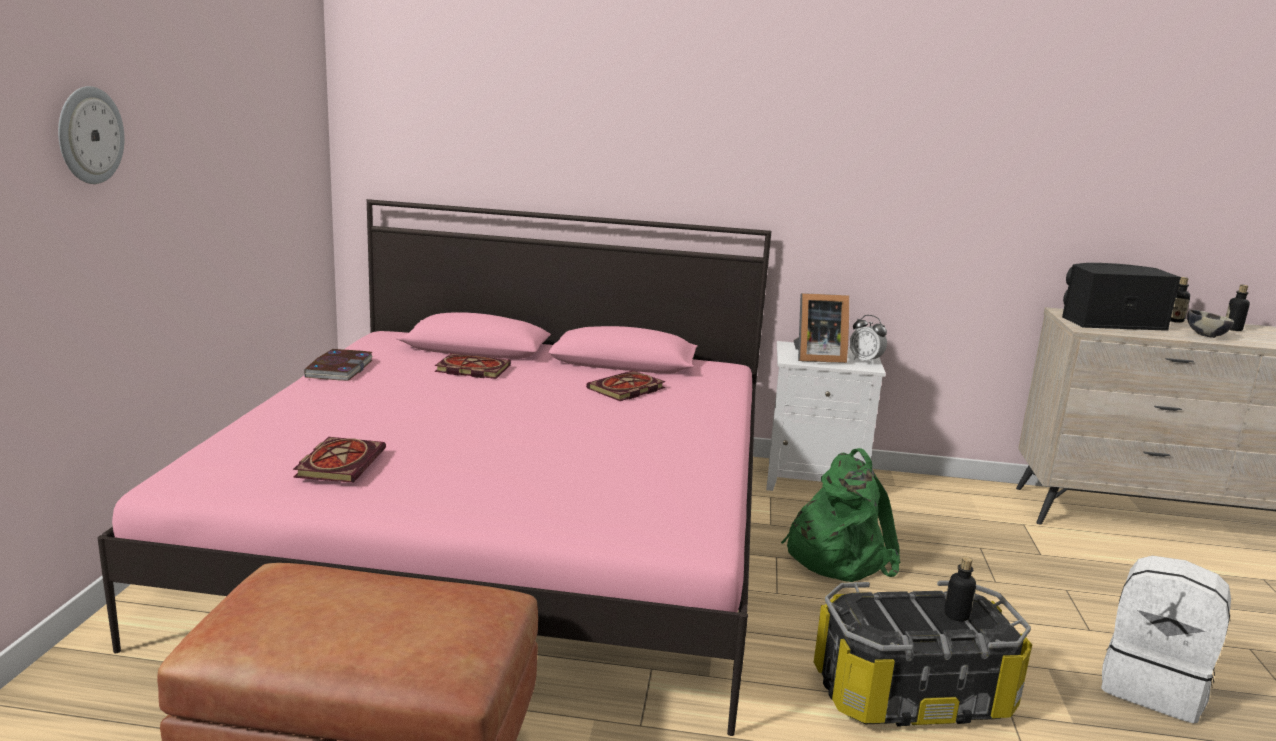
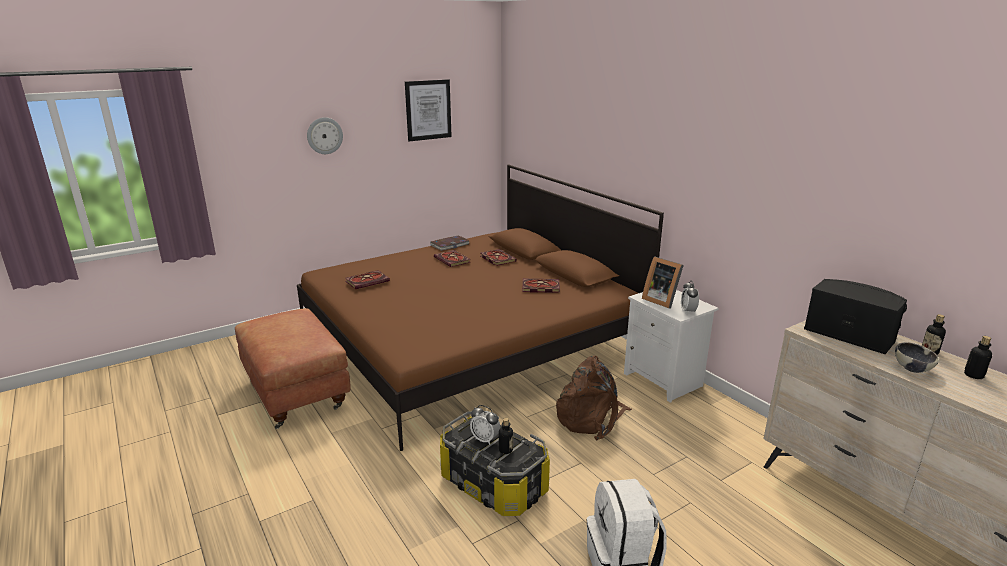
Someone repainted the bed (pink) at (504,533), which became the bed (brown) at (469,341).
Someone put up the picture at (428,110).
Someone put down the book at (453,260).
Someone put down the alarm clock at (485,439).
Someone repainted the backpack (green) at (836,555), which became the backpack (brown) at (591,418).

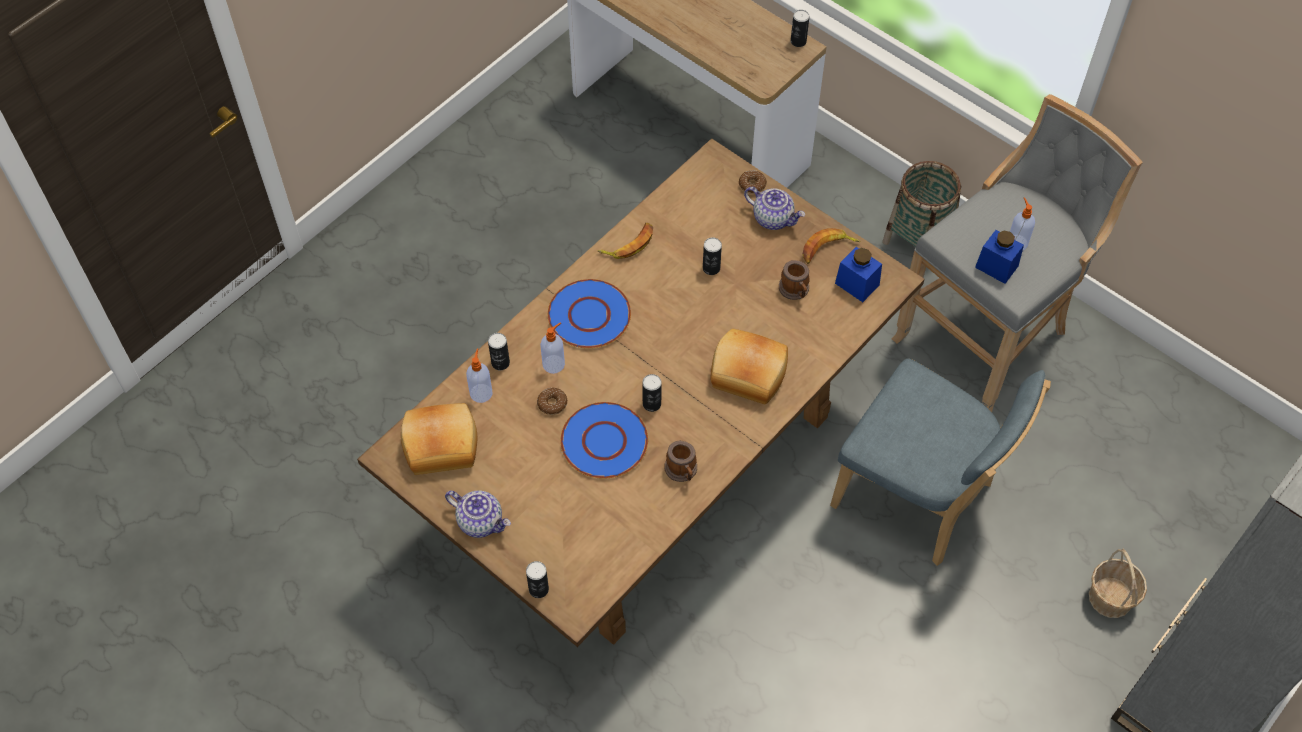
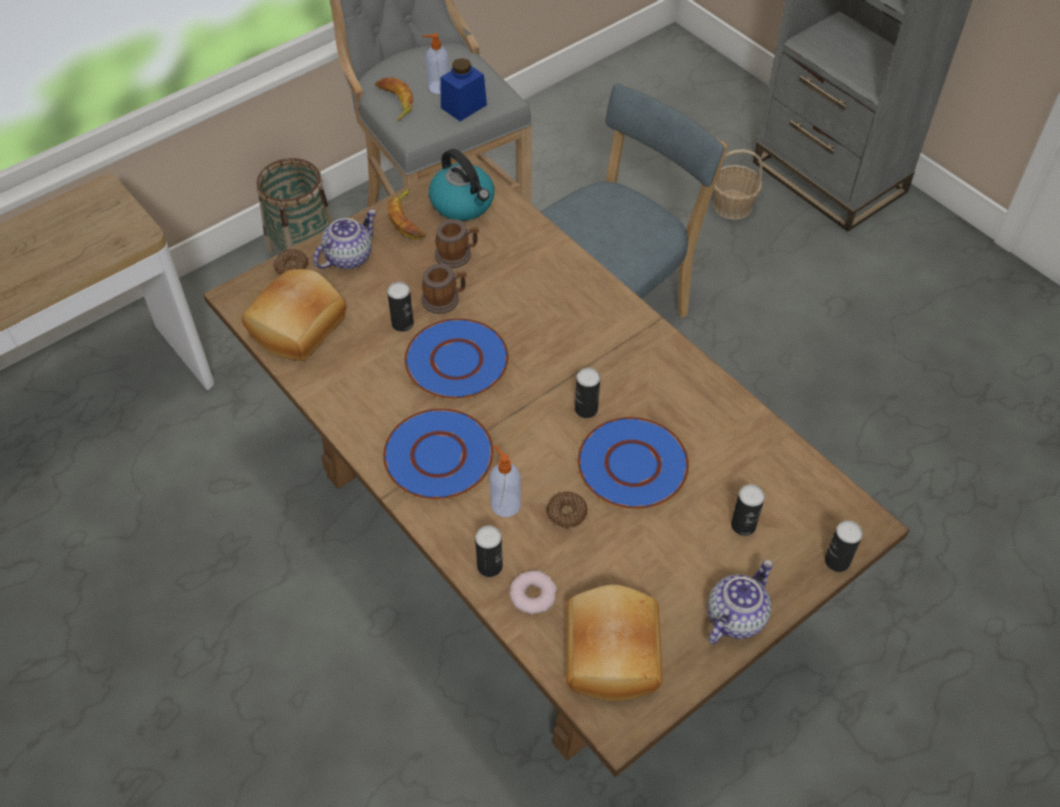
Someone carried the bread from (747,375) to (299,328).
Someone carried the banana from (629,244) to (394,102).
Someone put down the plate (blue) at (457,360).
Someone carried the mug from (682,471) to (444,299).
Someone swapped the jar (blue) at (857,284) for the kettle at (463,203).
Someone swapped the soap dispenser at (481,392) for the donut at (533,594).
Someone carried the can from (798,41) to (743,525).

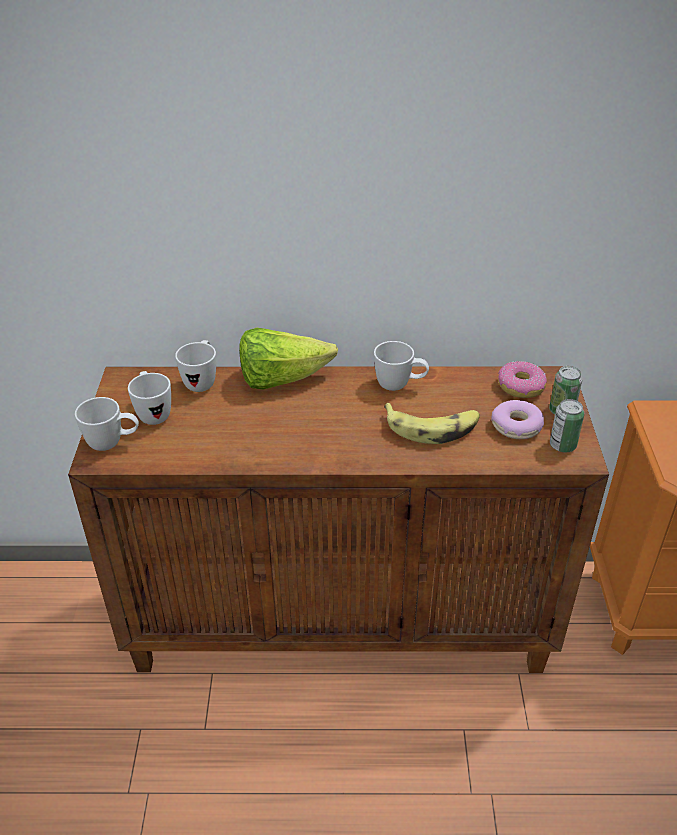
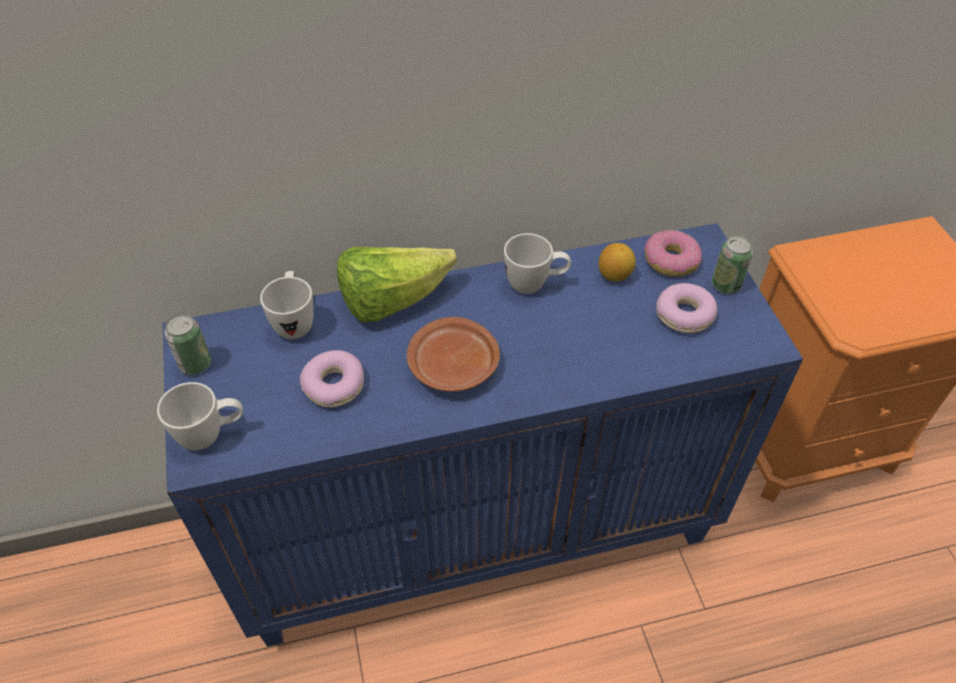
Someone repainted the cabinet (brown) at (342,619), which became the cabinet (blue) at (479,528).
Someone carried the can from (562,445) to (195,364).
Someone put down the donut at (334,385).
Someone put down the plate (brown) at (453,366).
Someone put down the lemon at (614,275).
Someone took away the mug (white) at (153,413).
Someone took away the banana at (432,427).

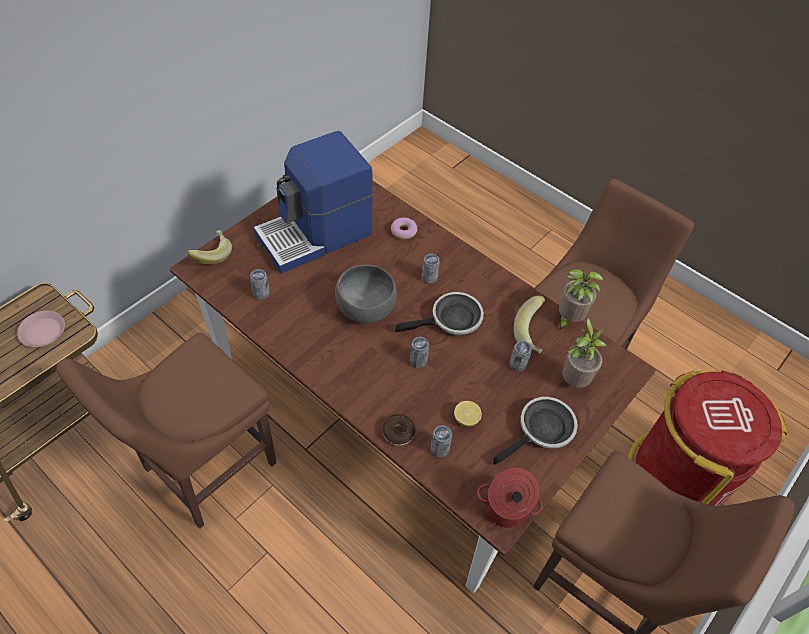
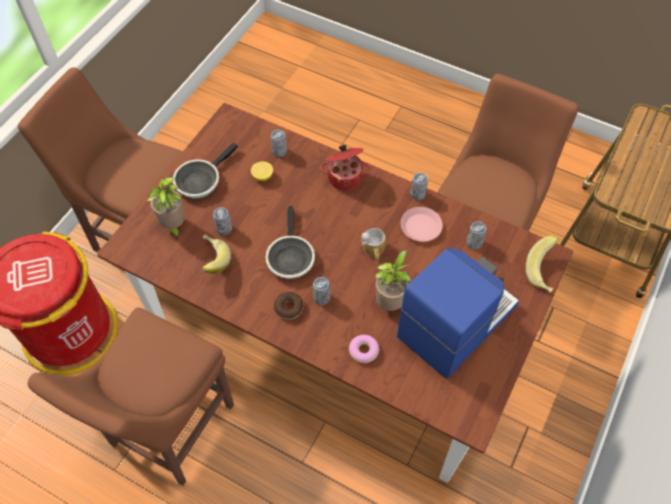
Someone rotated the frying pan at (452,320) by 60 degrees counterclockwise.
Someone carried the donut from (398,432) to (289,308).
Someone carried the cooking pot from (506,508) to (345,177).
Someone swapped the bowl (grey) at (365,308) for the mug at (373,251).
Someone carried the potted plant from (568,319) to (390,302).
Someone carried the plate (pink) from (42,331) to (421,227).
Someone carried the can from (418,361) to (417,194).

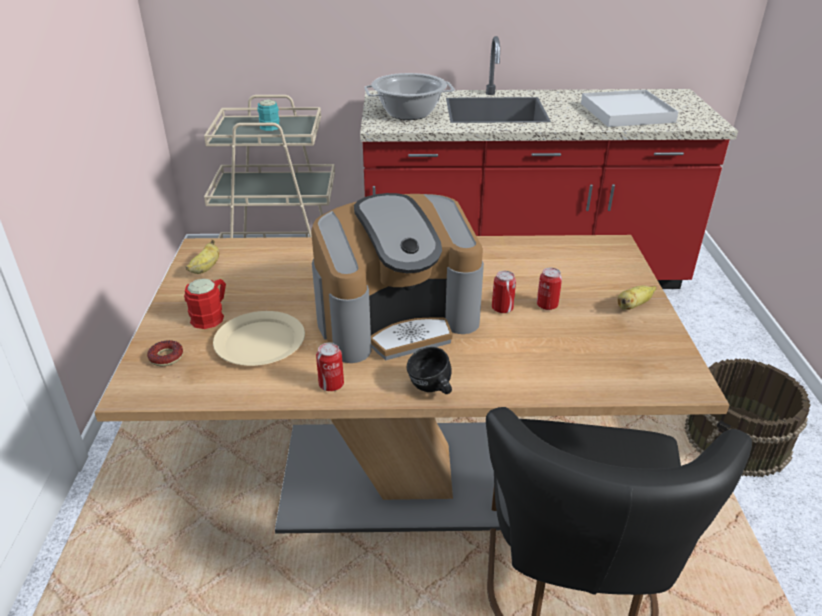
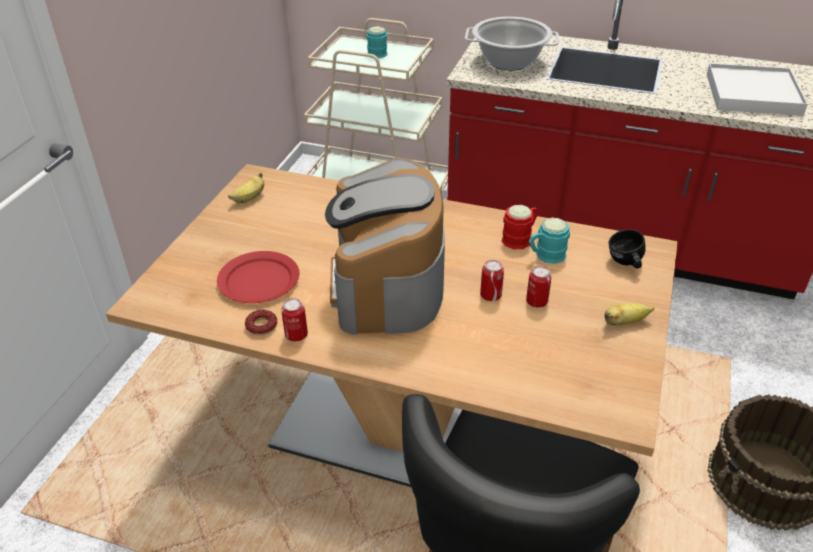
Someone repainted the plate (beige) at (260,341), which became the plate (red) at (259,280).
Someone carried the donut from (166,357) to (261,326).
Someone rotated the coffee machine at (397,318) by 90 degrees clockwise.
Someone carried the mug (red) from (212,316) to (520,238).
Someone put down the mug (turquoise) at (545,255).
Someone carried the mug (black) from (431,390) to (625,264).

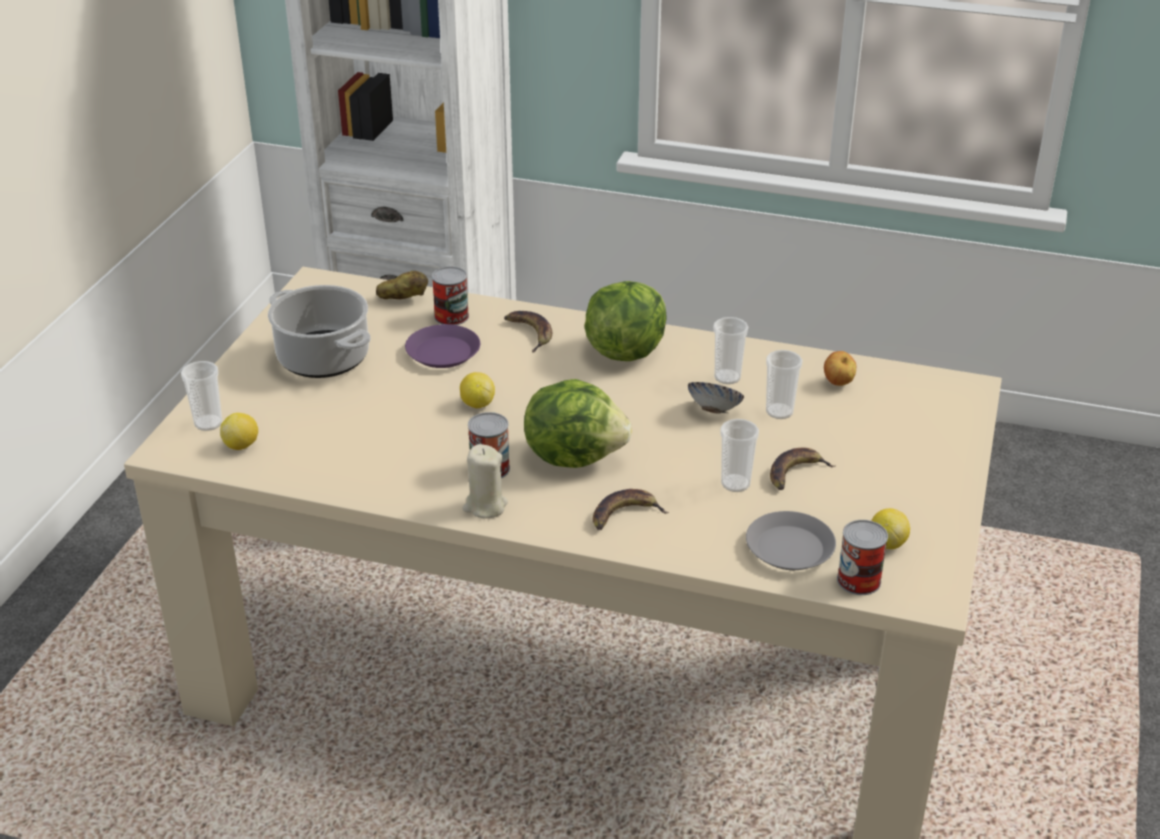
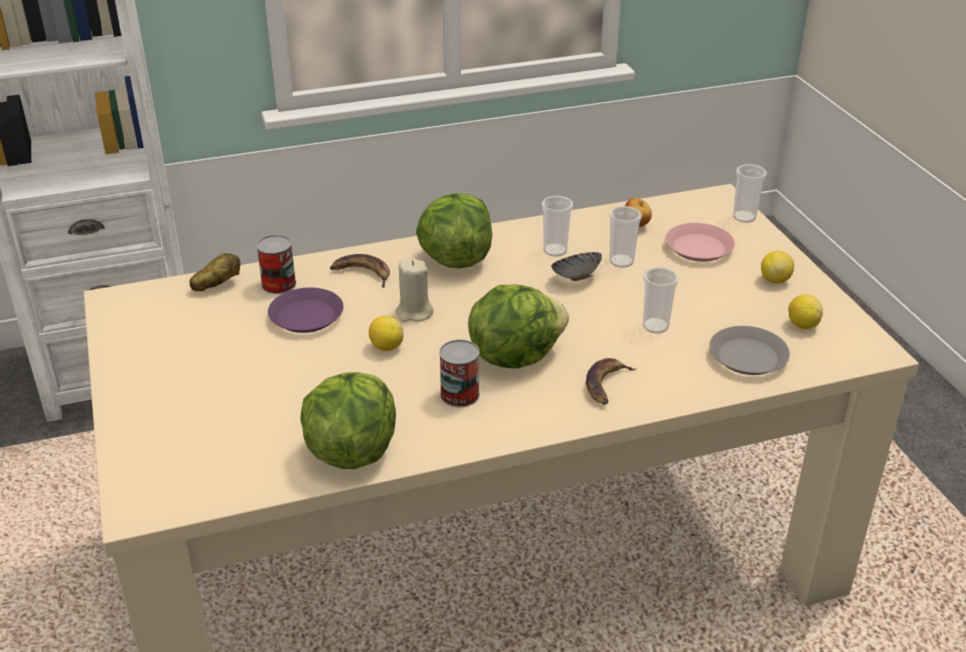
Someone put down the lettuce at (352,450).
Someone carried the candle (beige) from (485,506) to (414,312).
Someone put down the plate (pink) at (698,248).
Someone carried the cup from (208,423) to (744,217).
Someone carried the lemon from (241,445) to (775,280).
Someone took away the cooking pot at (322,358).
Someone took away the banana at (795,473).
Someone took away the can at (858,580).

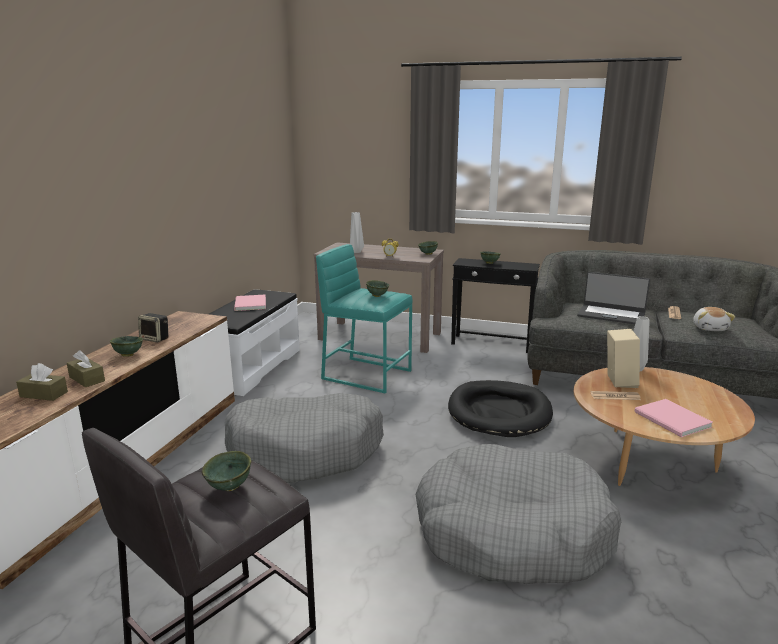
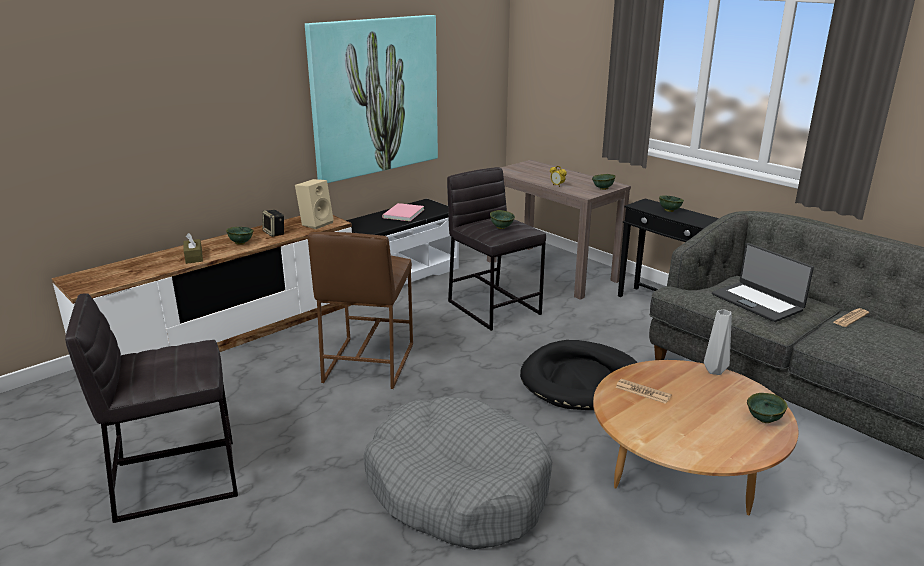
Someone carried the speaker (beige) from (618,381) to (316,223).
Someone put up the picture at (374,96).
Someone swapped the dog bed (grey) at (306,450) for the stool (brown) at (368,363).
Someone repainted the stool (turquoise) at (366,374), which became the stool (grey) at (494,307).
Someone carried the bowl (green) from (230,487) to (764,420).
Someone took away the tissue box (brown) at (44,394).
Someone took away the vase (grey) at (356,252).
Someone took away the book (pink) at (672,420).
Someone took away the plush toy at (710,328).

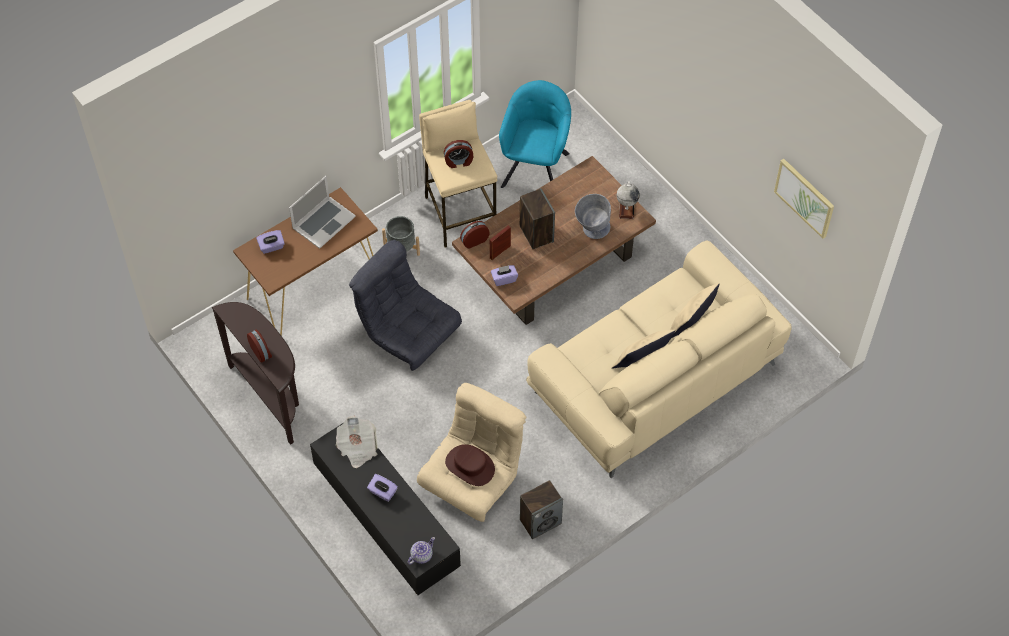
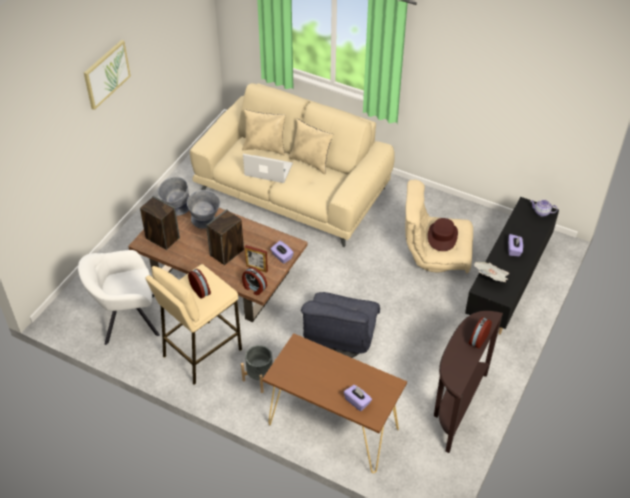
Someone repainted the armchair (turquoise) at (536,167), which became the armchair (white) at (126,319).
Someone carried the picture from (805,197) to (106,74).
Someone carried the speaker from (540,521) to (162,238).
Someone swapped the globe at (626,210) for the bowl (grey) at (176,209).
Someone carried the laptop from (323,222) to (268,170).

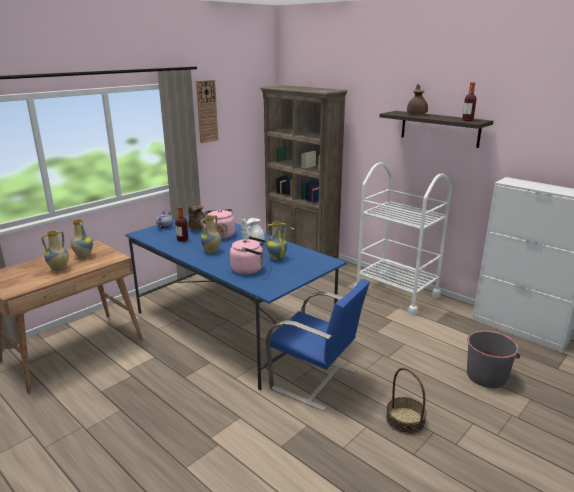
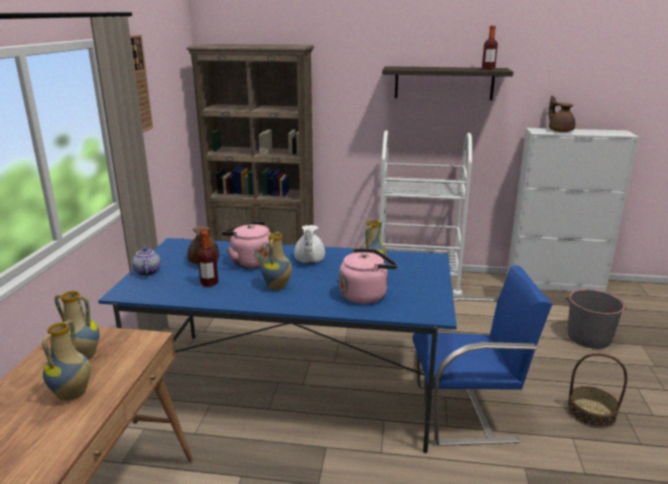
Someone carried the teapot (brown) from (417,114) to (560,131).

